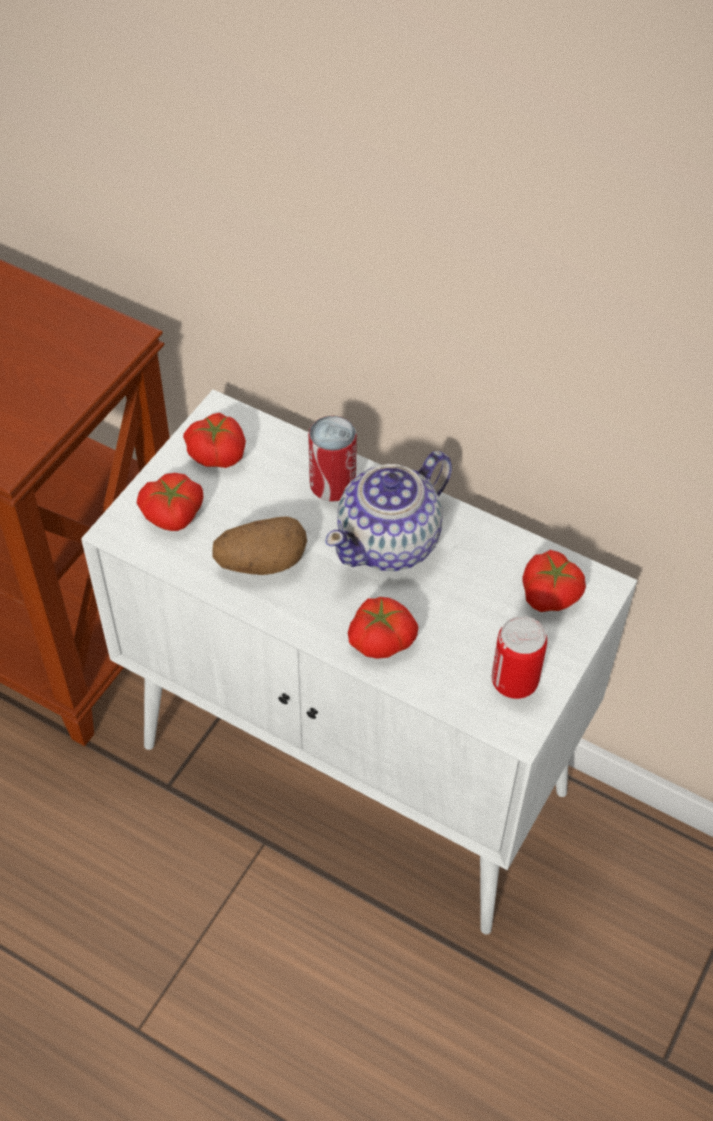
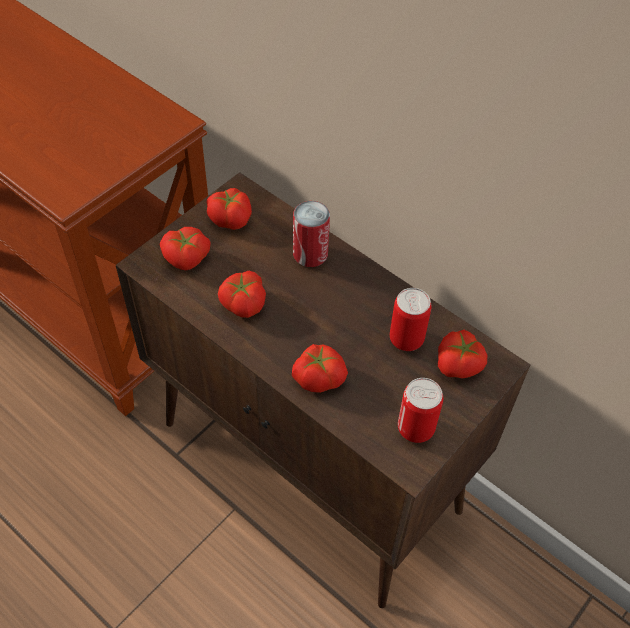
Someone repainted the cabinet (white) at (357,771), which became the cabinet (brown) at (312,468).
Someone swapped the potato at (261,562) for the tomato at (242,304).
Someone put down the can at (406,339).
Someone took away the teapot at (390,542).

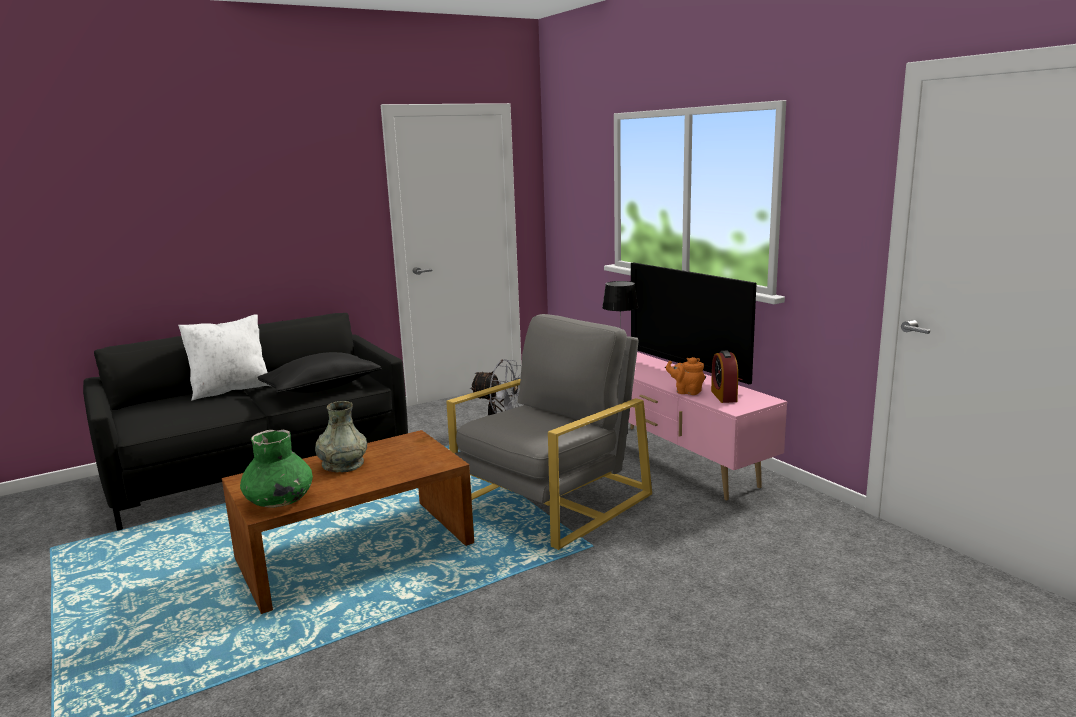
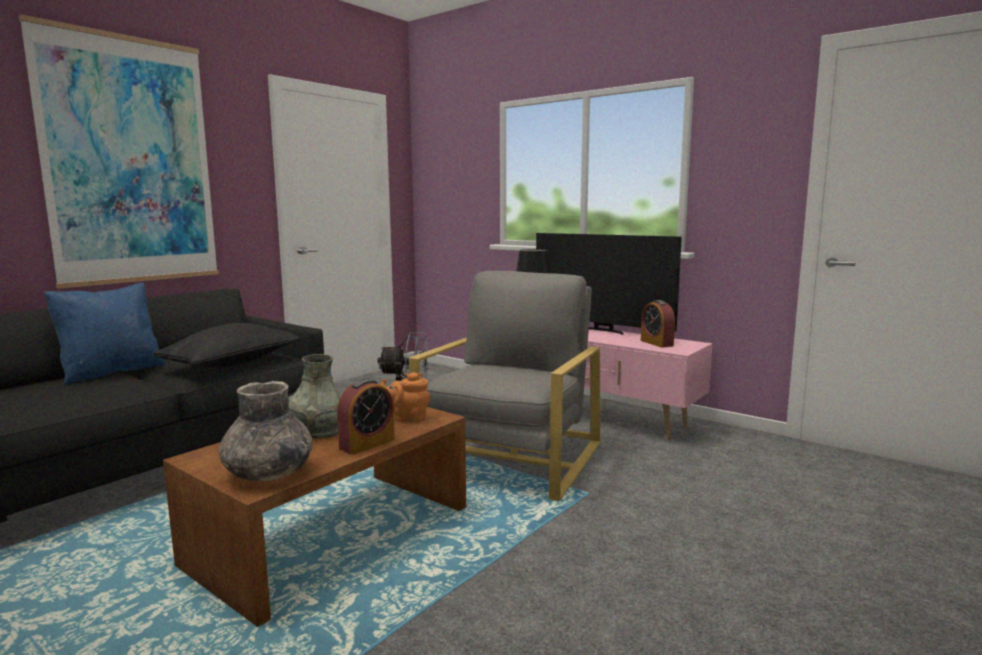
Someone put up the picture at (130,161).
Someone repainted the pillow (white) at (230,390), which became the pillow (blue) at (111,372).
Someone repainted the vase (green) at (279,500), which became the vase (grey) at (268,473).
Someone put down the alarm clock at (367,444).
Someone carried the teapot (orange) from (686,391) to (408,418).

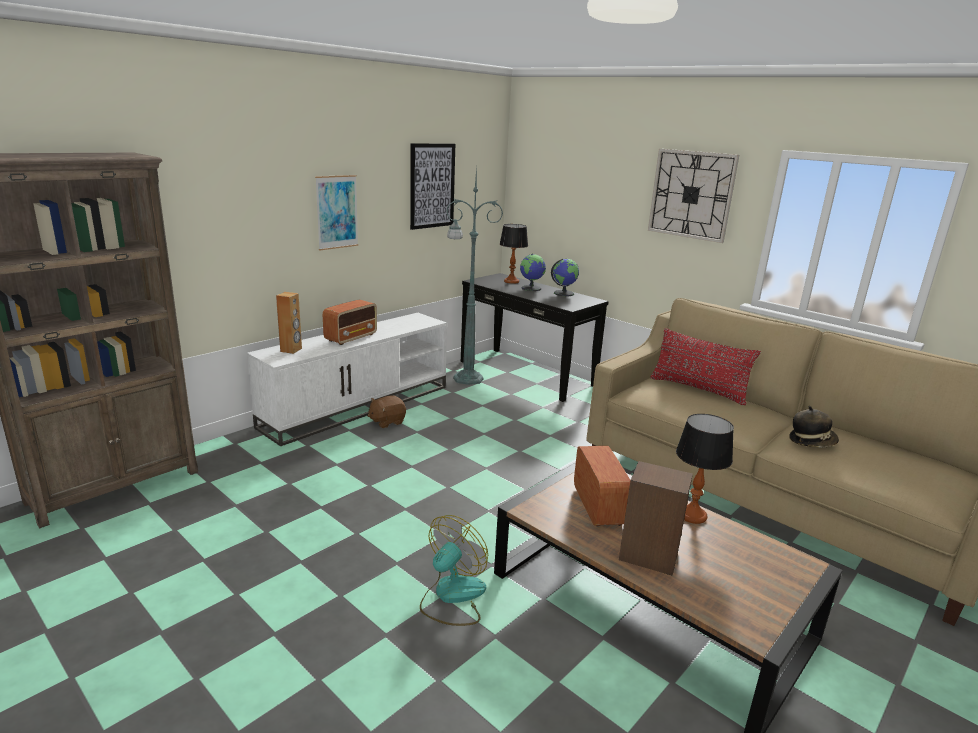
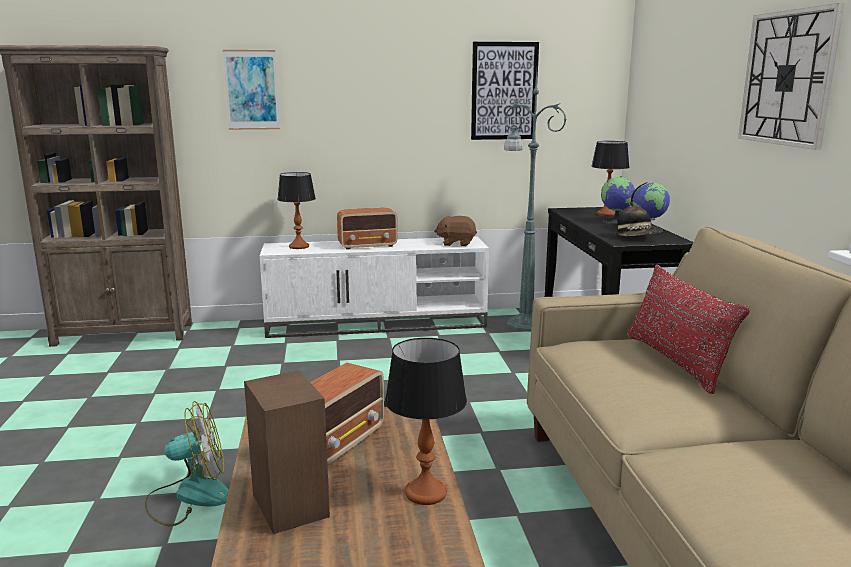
Someone carried the picture from (337,212) to (251,90).
Someone swapped the speaker (brown) at (291,350) for the table lamp at (299,246).
Someone carried the plush toy (brown) from (387,422) to (456,243).
Someone carried the hat from (811,442) to (635,237).

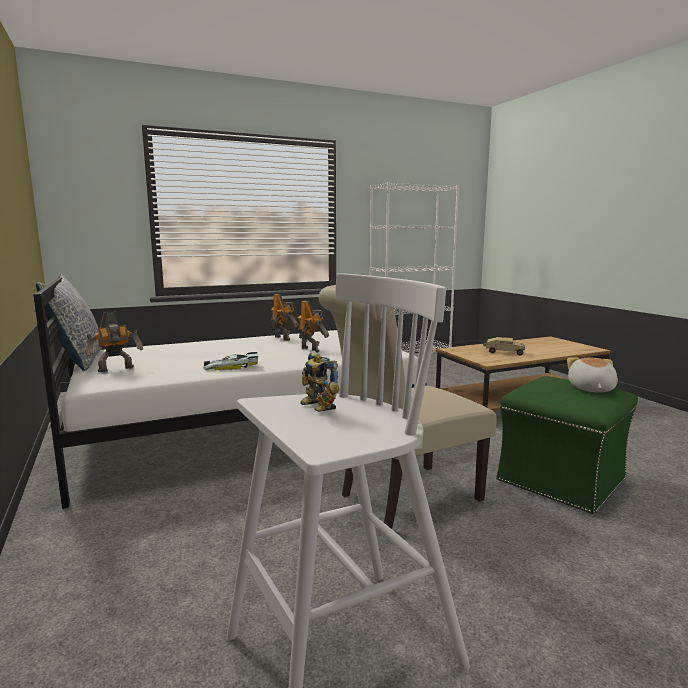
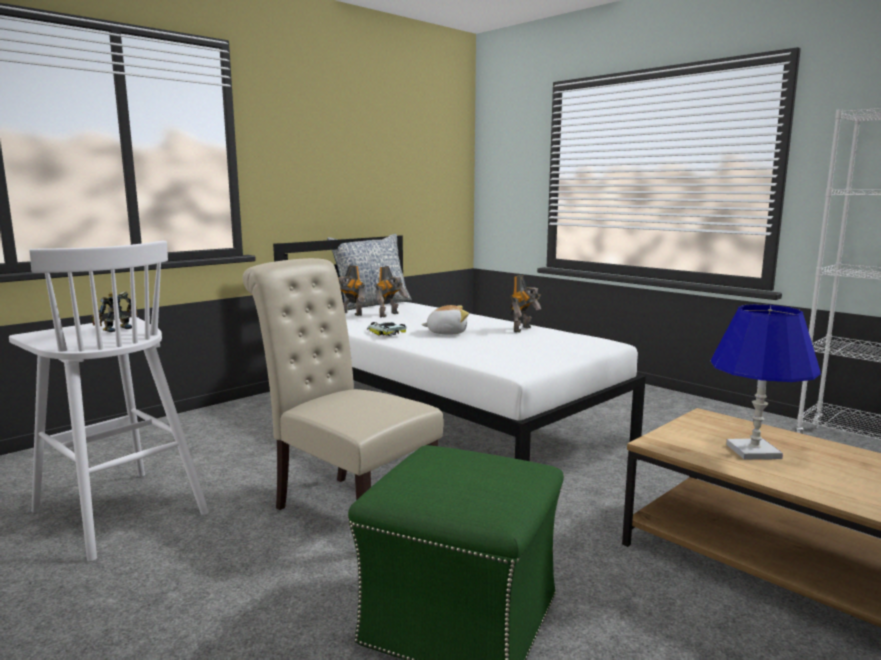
Someone carried the toy robot from (311,349) to (390,315).
Someone carried the plush toy from (590,389) to (446,332).
Someone swapped the toy truck at (503,352) for the table lamp (blue) at (753,451).

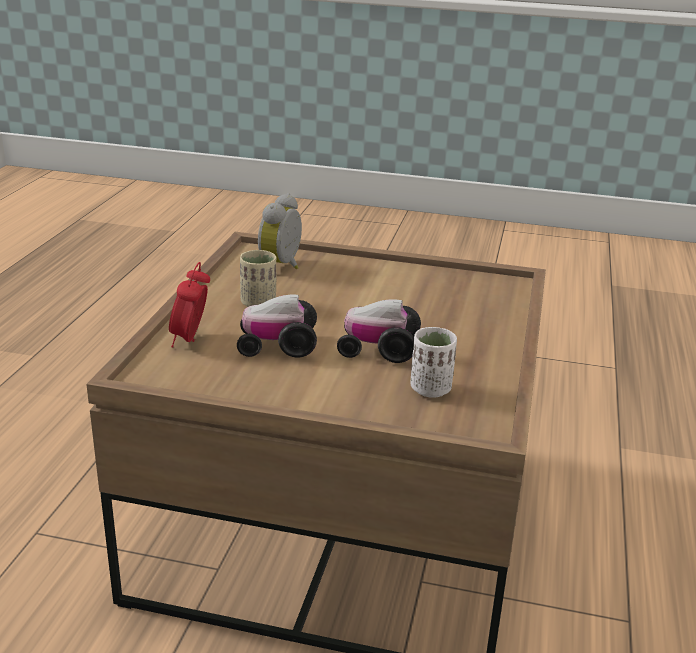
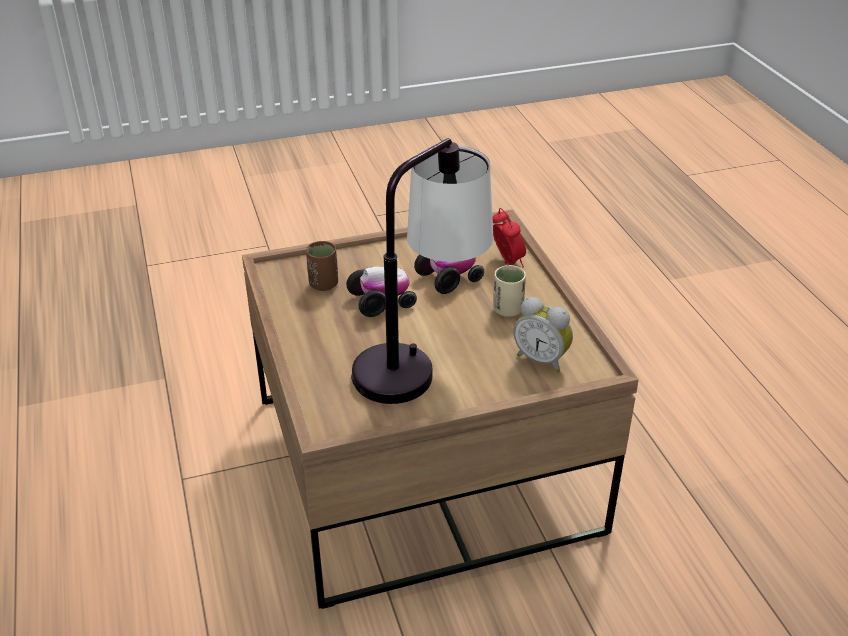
Someone repainted the cup (white) at (430,389), which became the cup (brown) at (323,284).
Someone put down the table lamp at (419,359).
Someone rotated the alarm clock at (283,267) by 135 degrees clockwise.

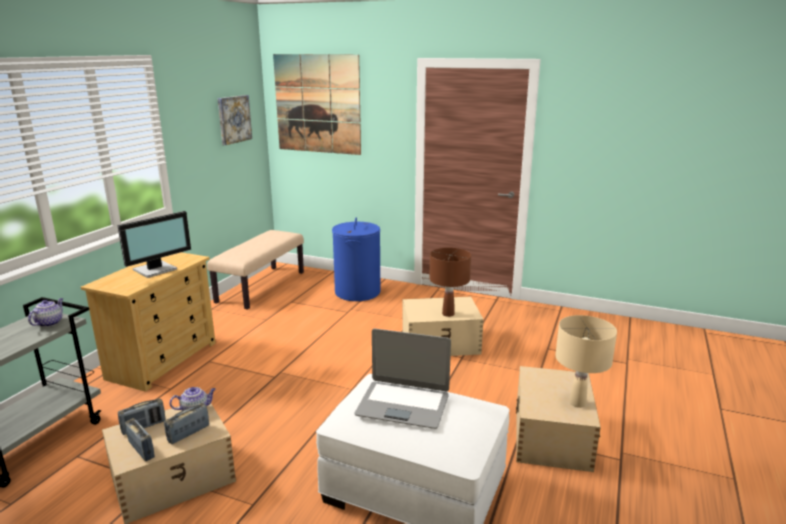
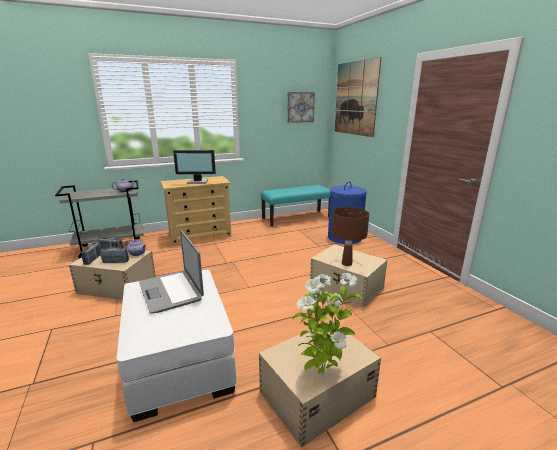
Someone repainted the bench (beige) at (261,287), which became the bench (turquoise) at (296,218).
Someone swapped the table lamp (beige) at (577,403) for the potted plant at (322,372).

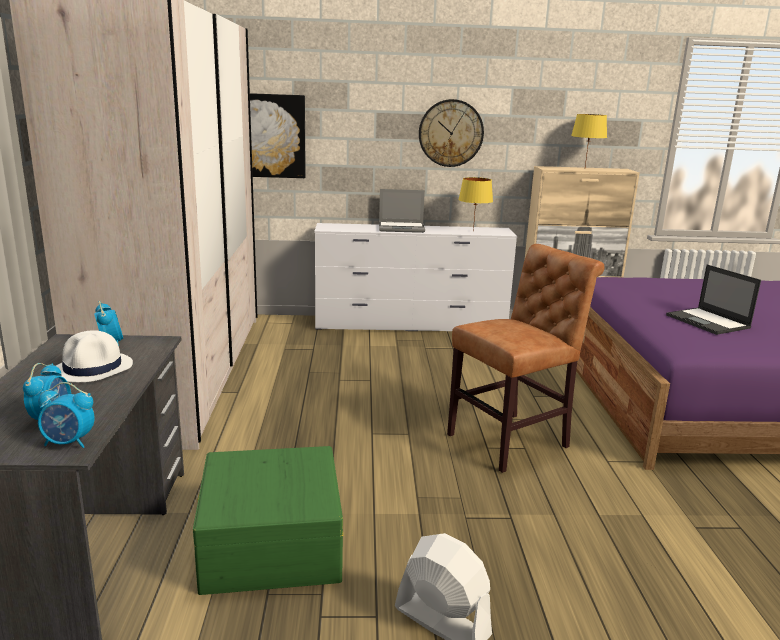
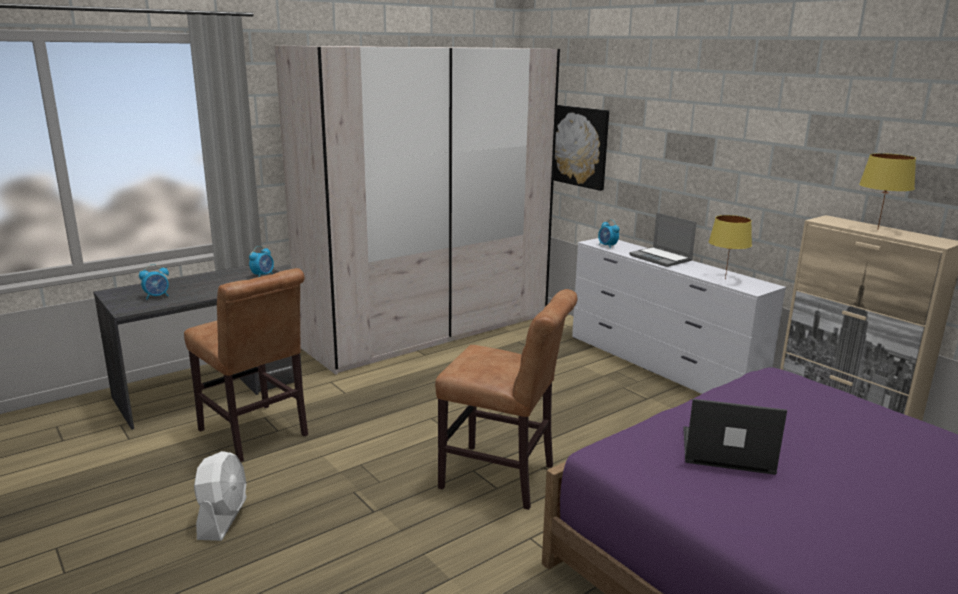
Someone swapped the storage box (green) at (271,544) for the chair (brown) at (256,435).
Someone carried the alarm clock from (69,443) to (607,246).
Someone rotated the laptop at (708,322) by 75 degrees clockwise.
Someone took away the hat (white) at (93,368).
Someone took away the wall clock at (451,133).

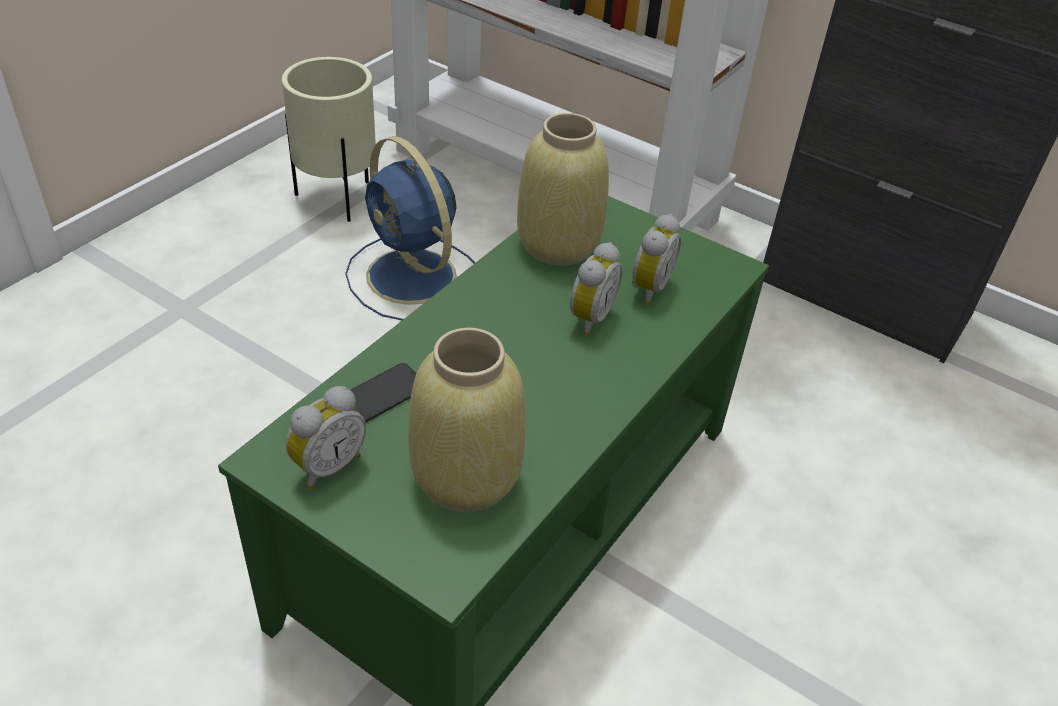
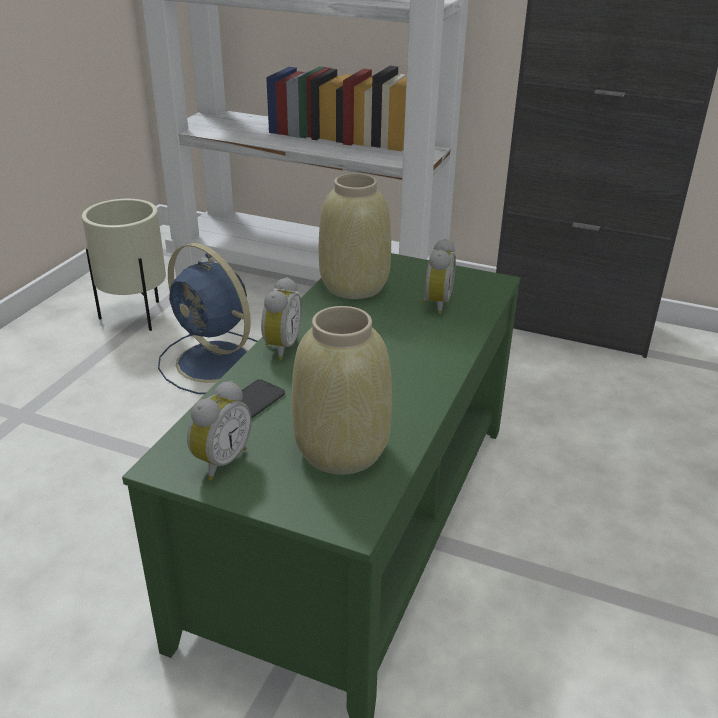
Someone carried the alarm clock from (588,318) to (280,347).

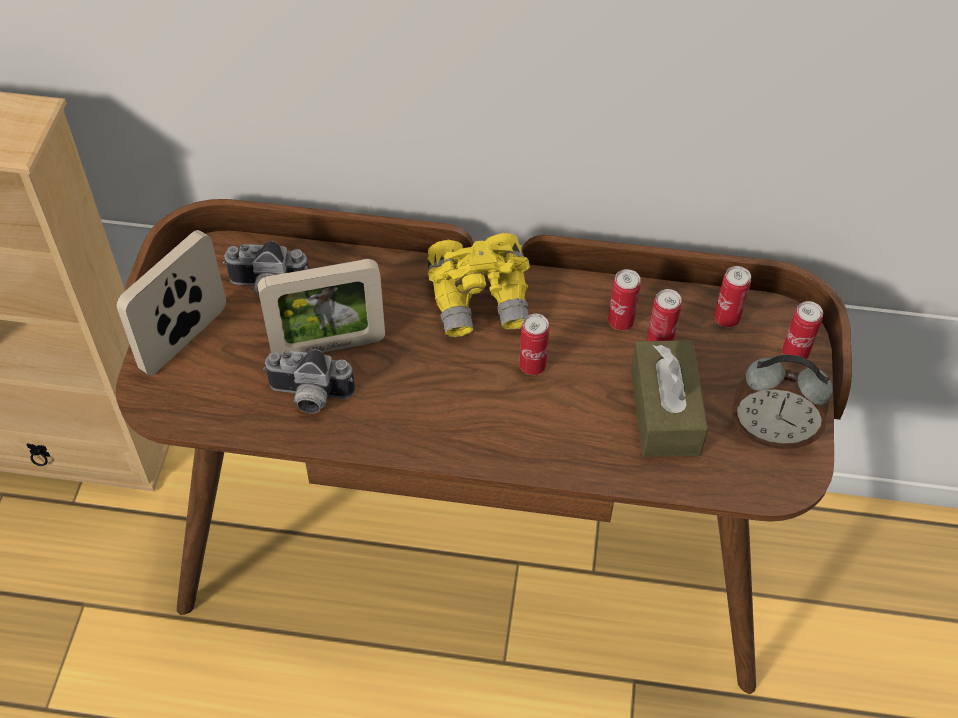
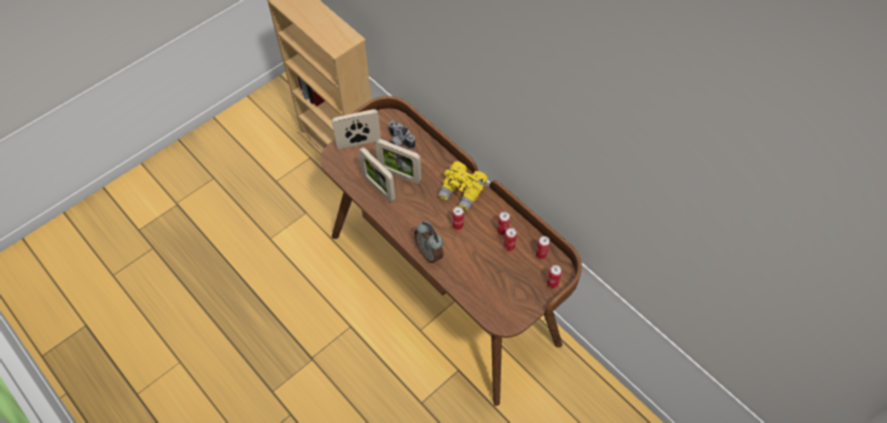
Someone swapped the photo camera at (309,397) for the picture frame at (378,188).
Someone carried the alarm clock from (771,432) to (430,252).
Someone took away the tissue box (brown) at (664,411).

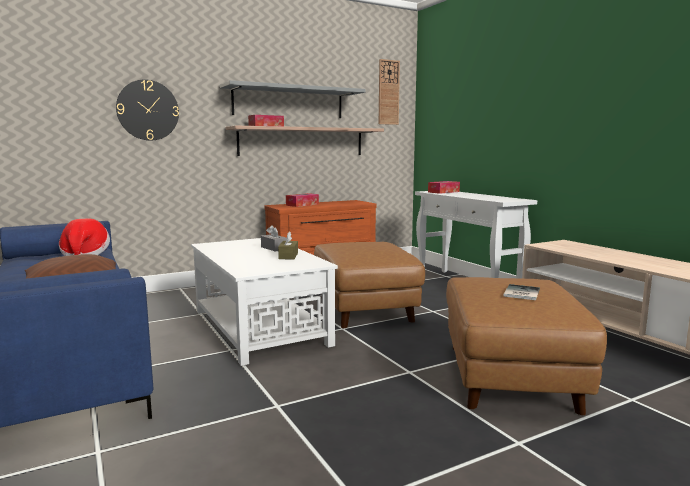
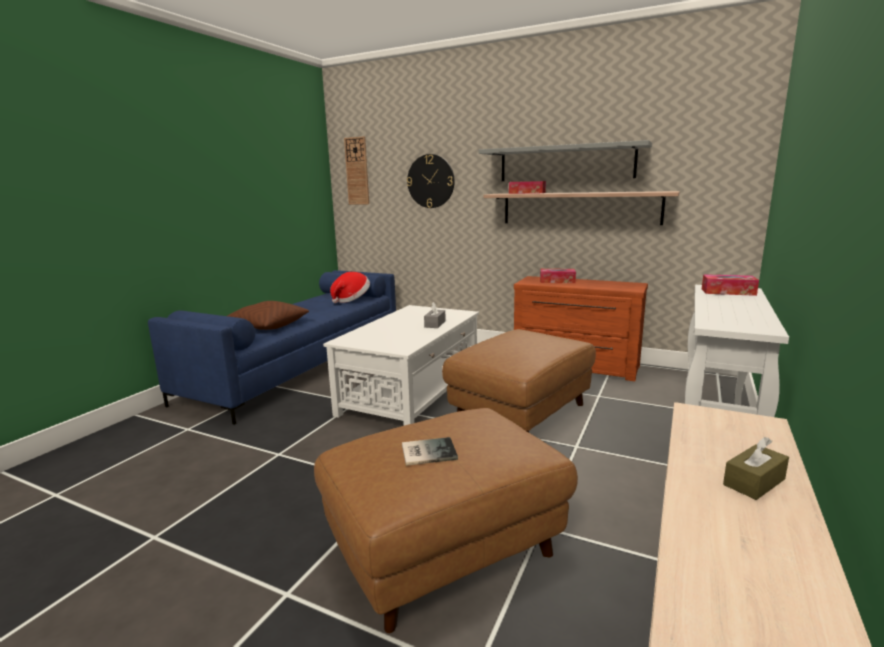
Someone carried the wall clock from (388,92) to (357,171).
Someone carried the tissue box (brown) from (288,256) to (754,482).

